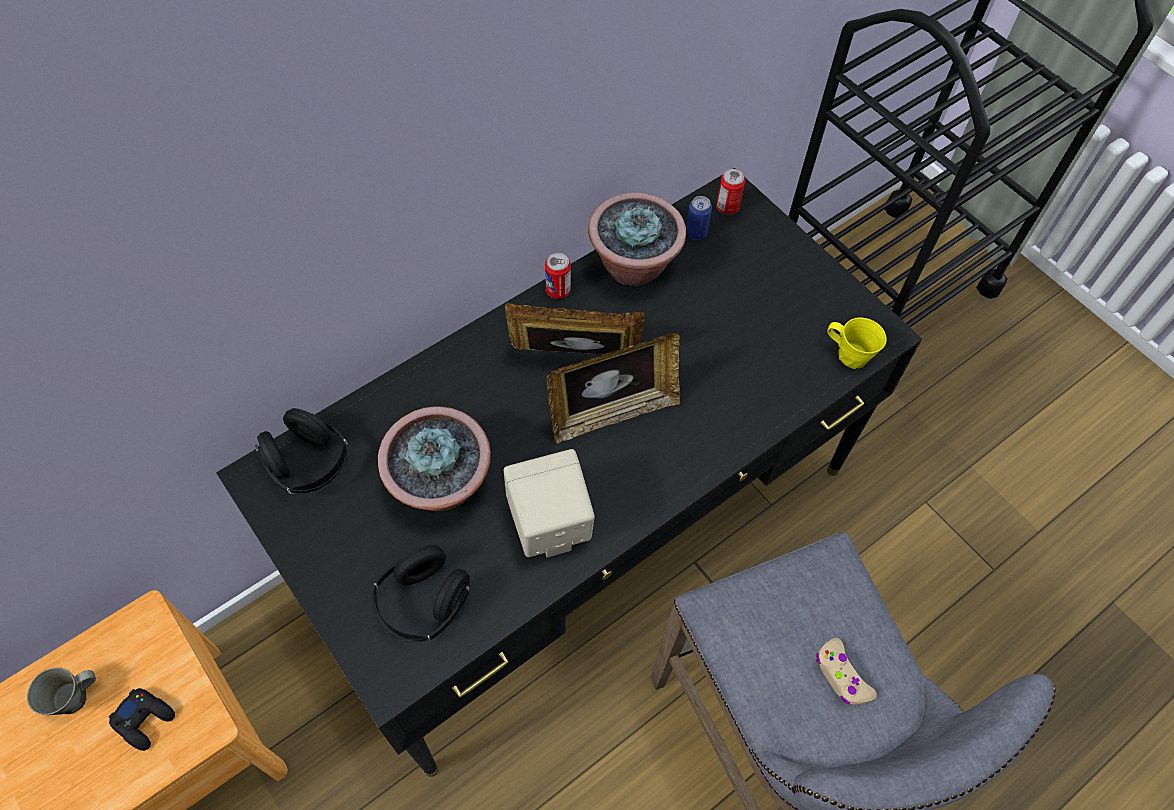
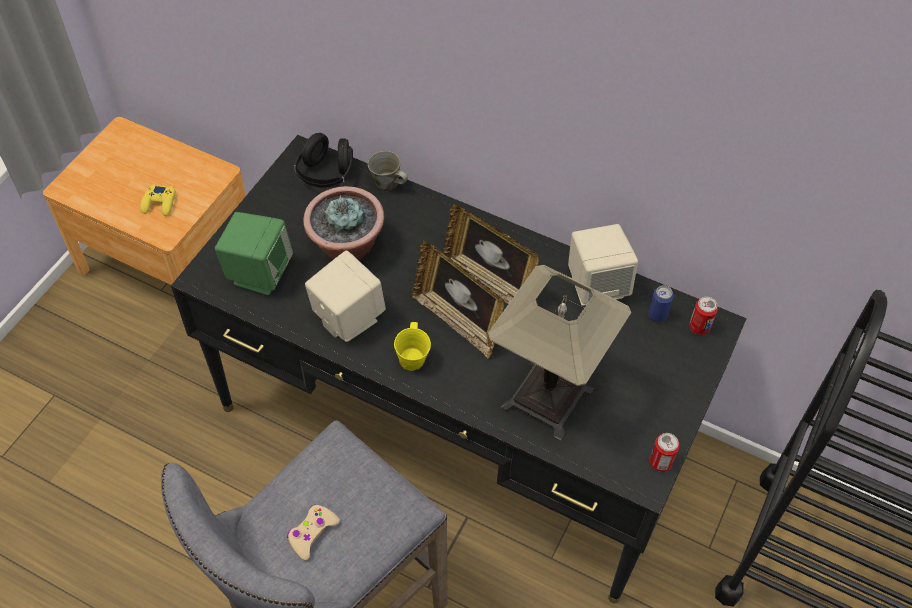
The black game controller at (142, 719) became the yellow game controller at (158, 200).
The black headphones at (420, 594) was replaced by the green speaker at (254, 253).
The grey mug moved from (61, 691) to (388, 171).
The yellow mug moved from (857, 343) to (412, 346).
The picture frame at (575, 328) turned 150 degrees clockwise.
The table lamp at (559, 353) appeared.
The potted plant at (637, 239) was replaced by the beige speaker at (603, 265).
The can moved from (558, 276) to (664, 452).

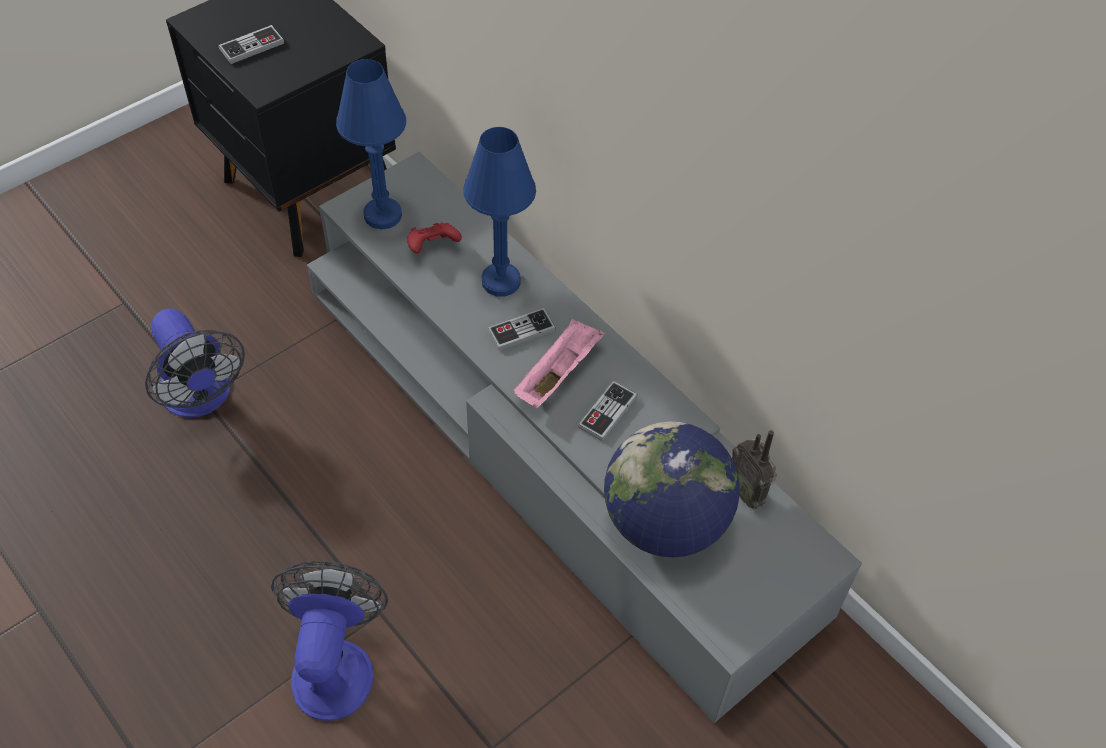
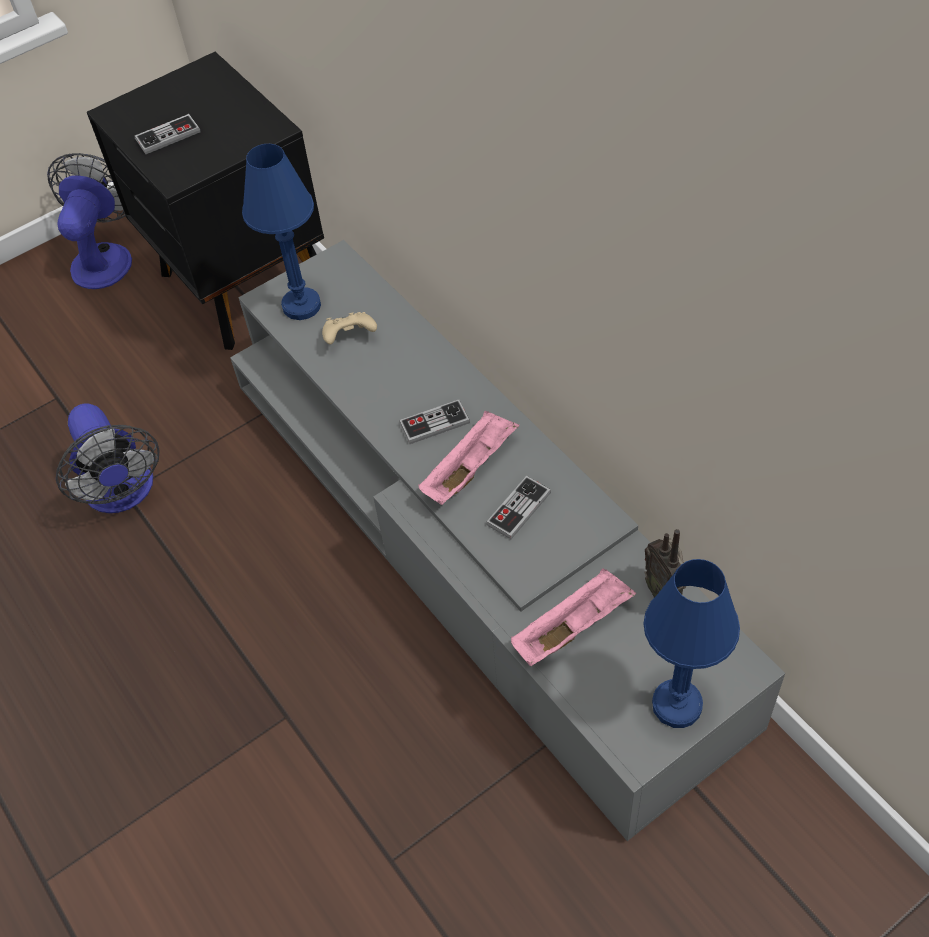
The fan moved from (329, 641) to (89, 221).
The red game controller at (434, 238) became the beige game controller at (349, 328).
The globe at (672, 489) was replaced by the pink tray at (573, 617).
The blue table lamp moved from (499, 212) to (691, 643).

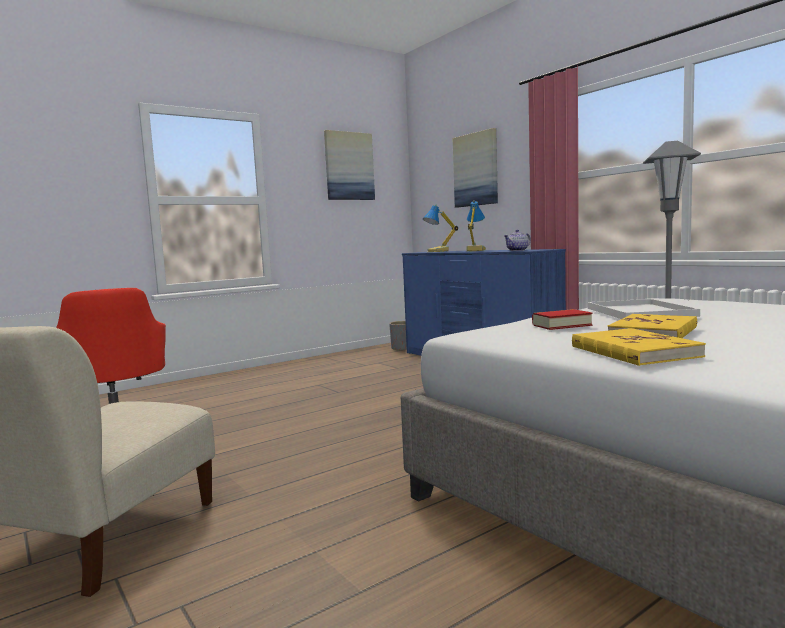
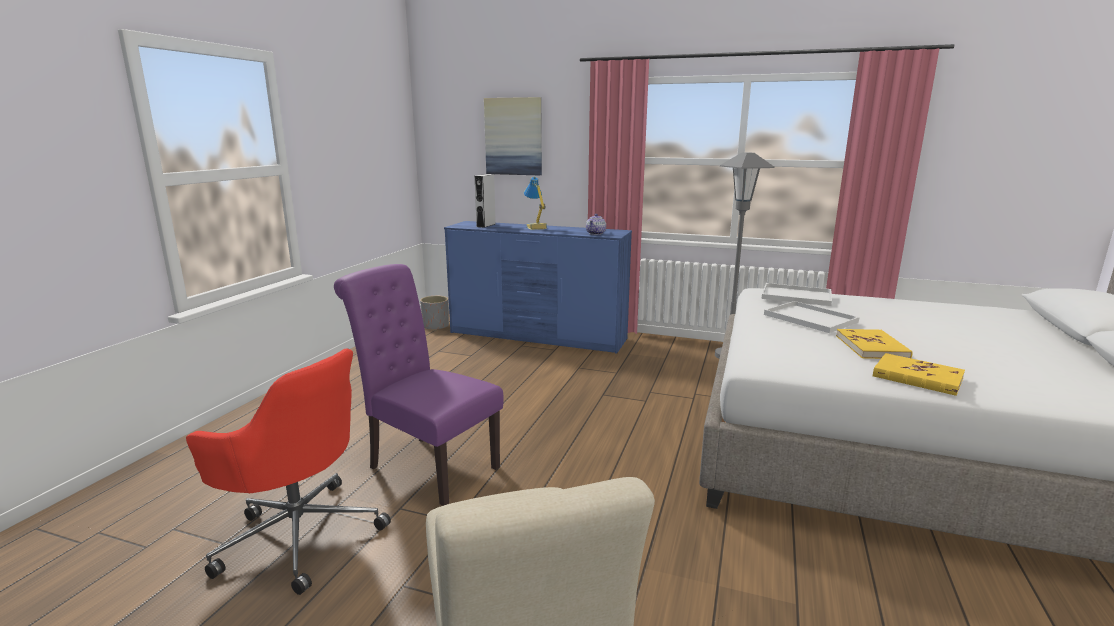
The purple chair at (419, 385) appeared.
The table lamp at (440, 228) was replaced by the grey speaker at (485, 201).
The white tray at (797, 294) appeared.
The picture at (349, 165) disappeared.
The book at (562, 319) disappeared.

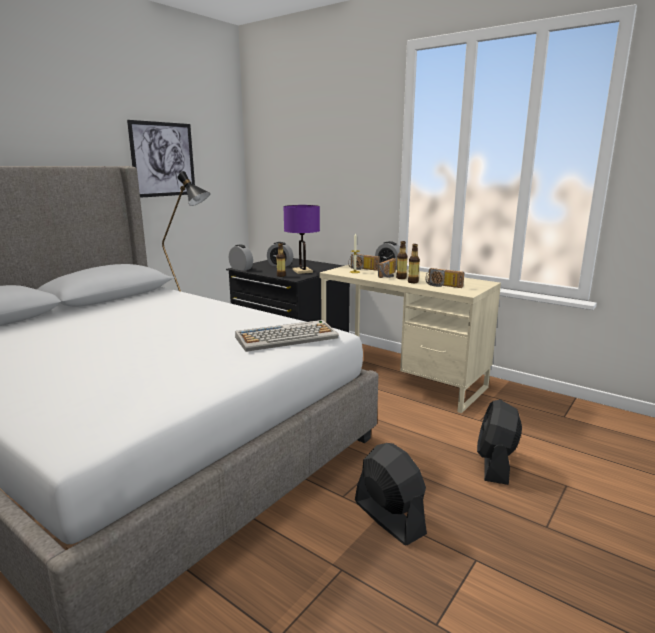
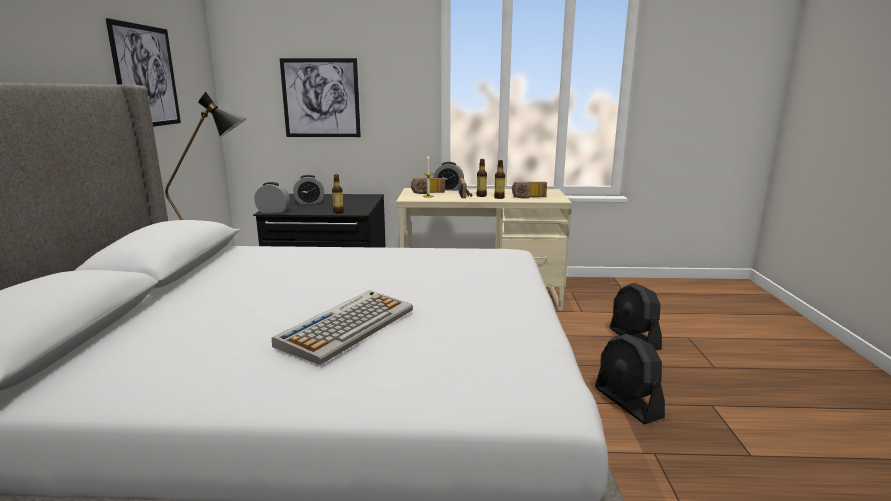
The keyboard moved from (287, 336) to (342, 327).
The picture at (320, 97) appeared.
The black fan at (391, 494) turned 135 degrees counterclockwise.
The purple table lamp at (301, 239) disappeared.

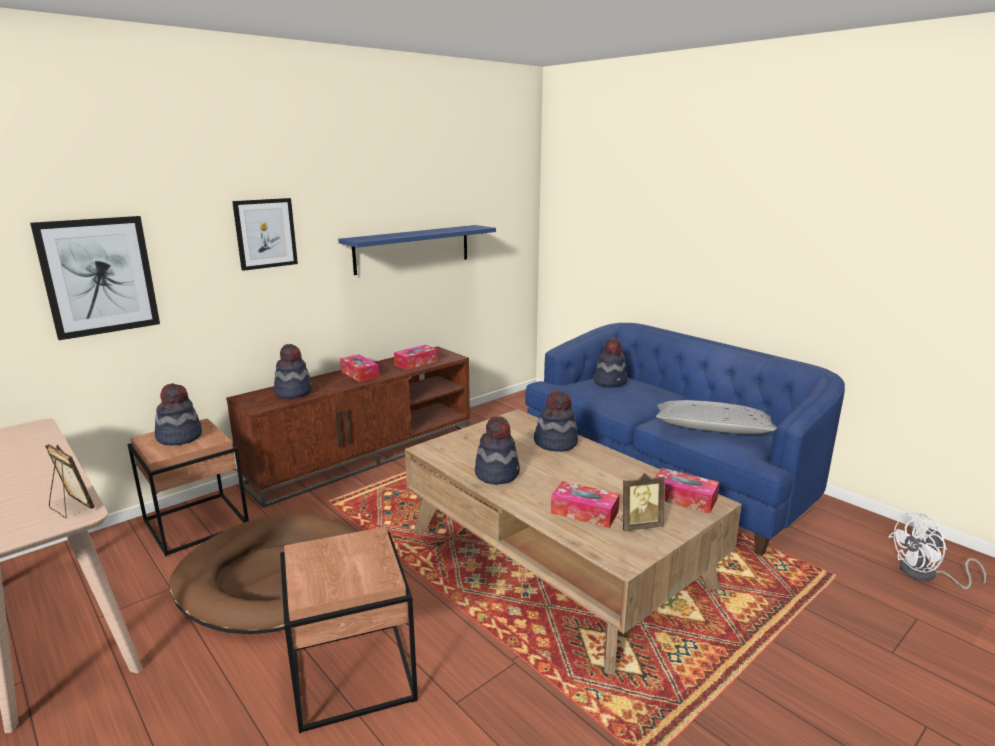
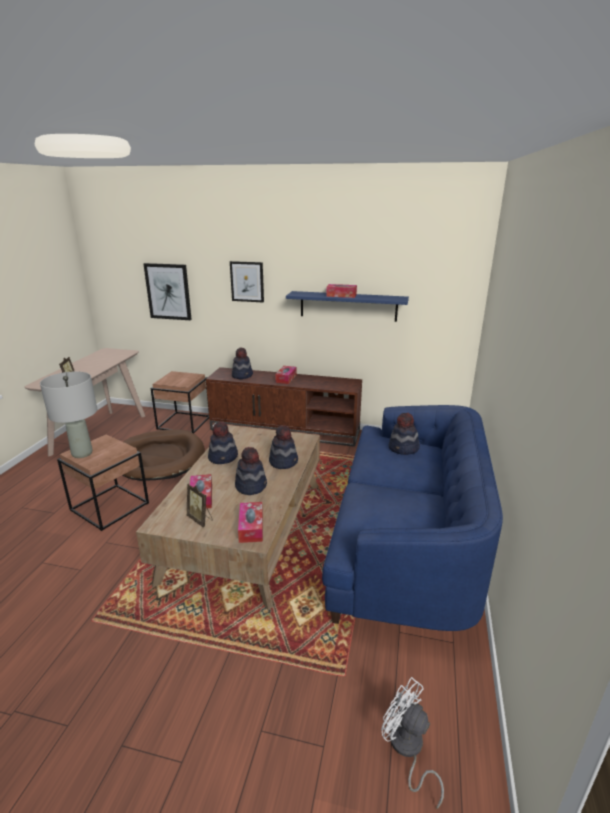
The grey table lamp at (68, 414) appeared.
The hat moved from (178, 414) to (251, 471).
The tissue box moved from (416, 357) to (341, 291).
The grey pillow at (716, 417) disappeared.

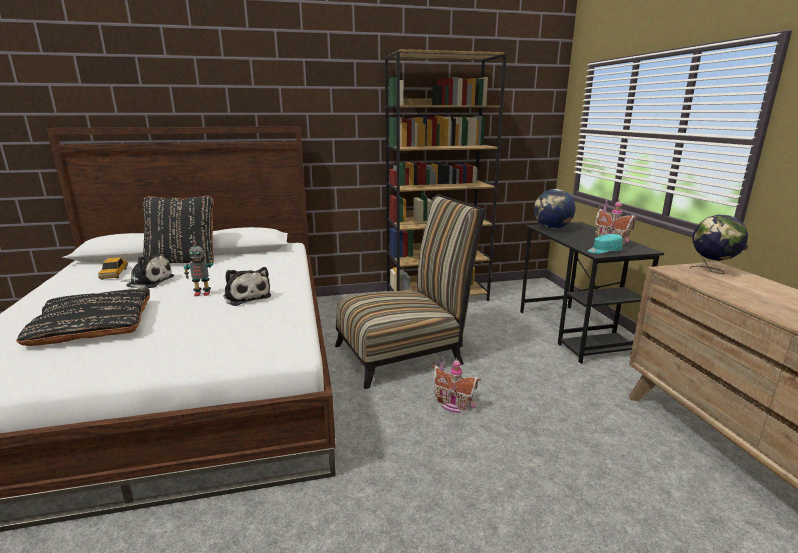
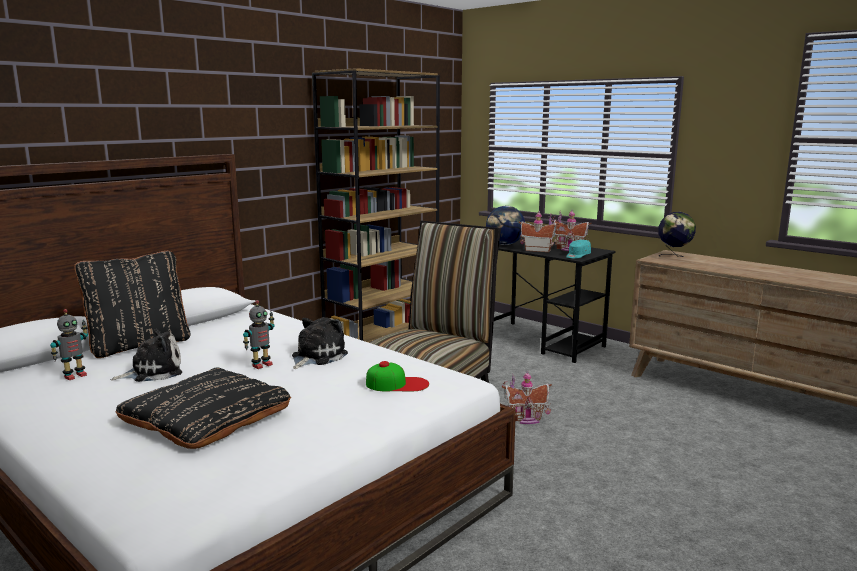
The toy car at (113, 268) was replaced by the toy robot at (69, 344).
The plush toy at (247, 286) turned 75 degrees counterclockwise.
The cap at (397, 376) appeared.
The toy house at (539, 232) appeared.

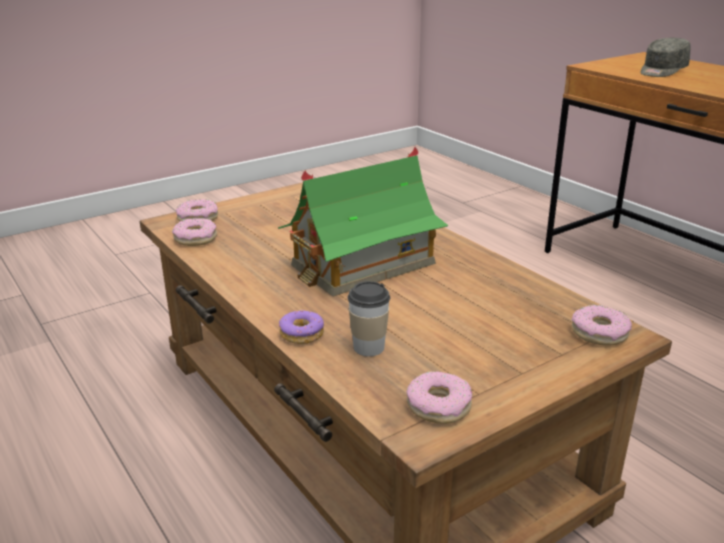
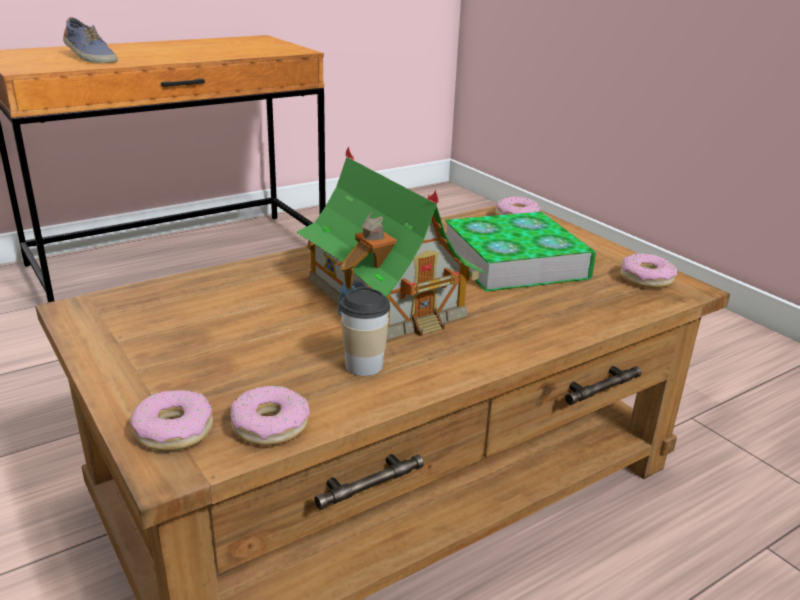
The grey cap at (665, 57) was replaced by the shoe at (90, 40).
The cup moved from (368, 318) to (365, 331).
The book at (520, 252) appeared.
The donut at (301, 327) disappeared.

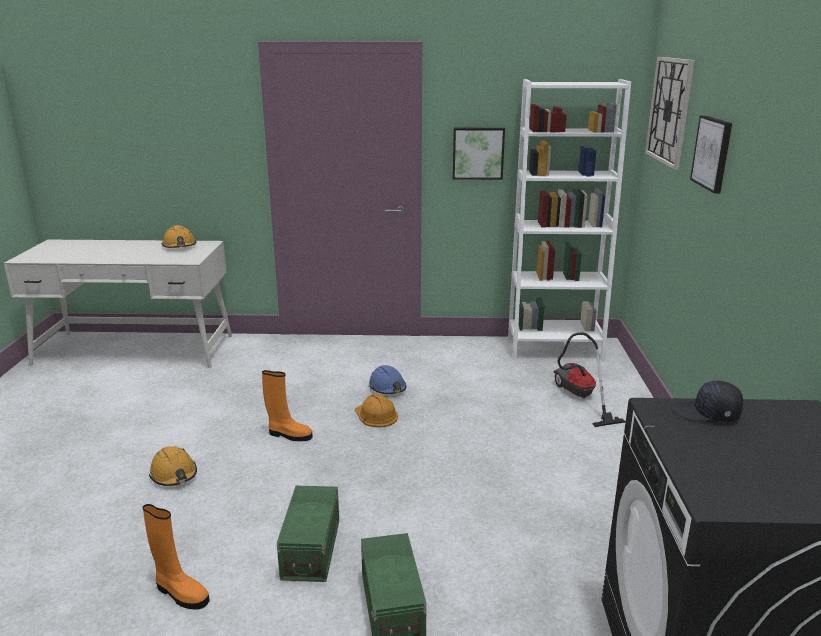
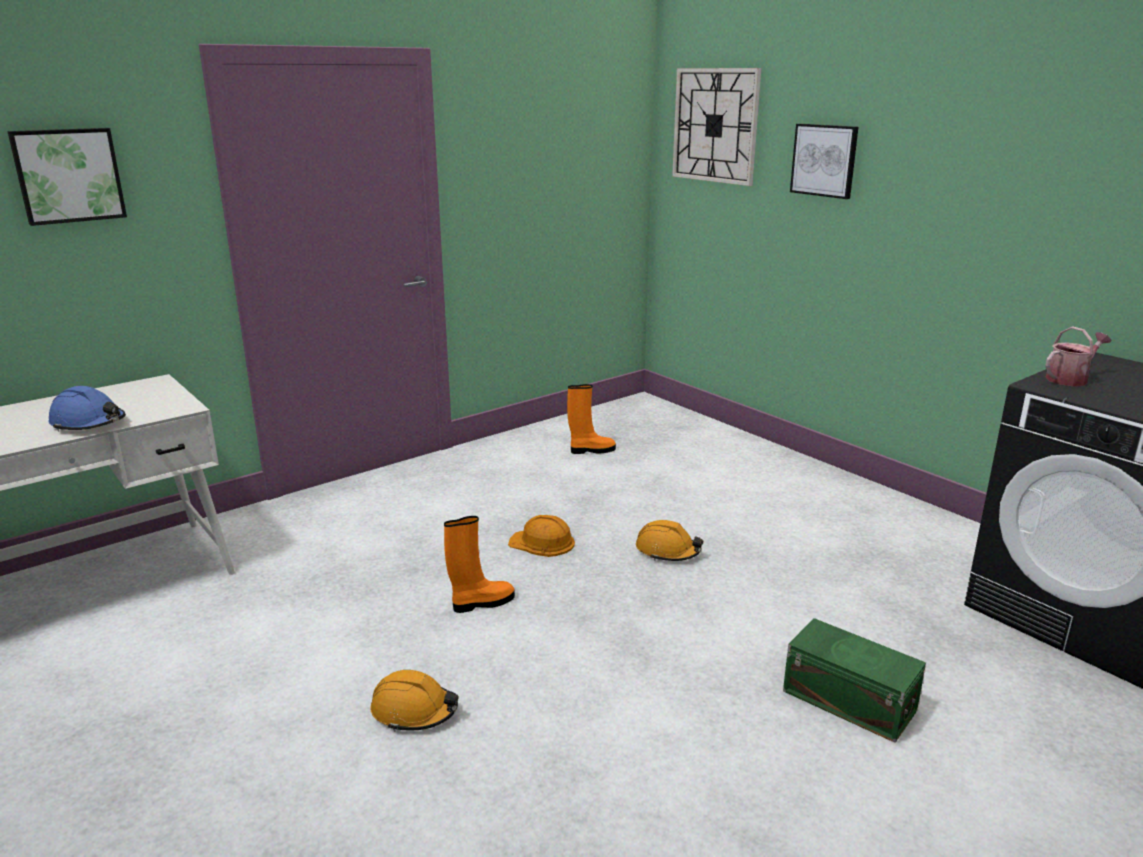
The picture moved from (479, 154) to (67, 177).
The blue hard hat moved from (387, 379) to (87, 408).
The orange boot moved from (176, 557) to (591, 419).
The orange hard hat moved from (178, 236) to (669, 540).
The black cap at (708, 401) was replaced by the watering can at (1078, 356).
The green storage box at (308, 534) disappeared.
The white bookcase at (569, 220) disappeared.
The vacuum cleaner at (590, 380) disappeared.

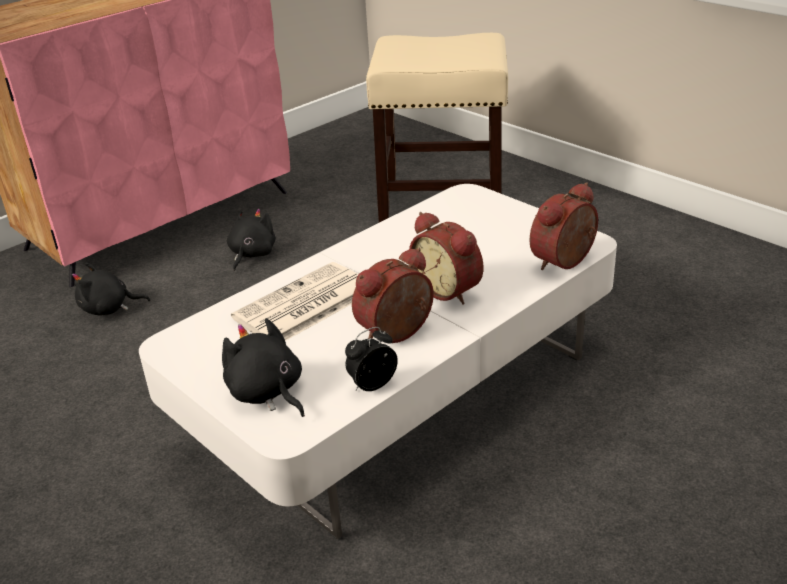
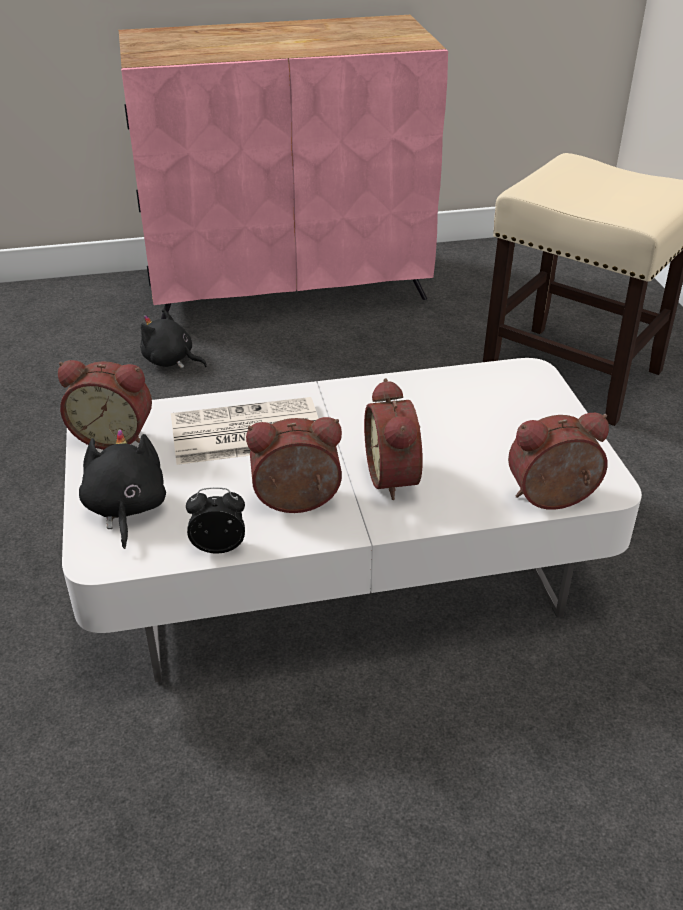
The alarm clock at (105, 405) appeared.
The black plush toy at (251, 240) disappeared.

